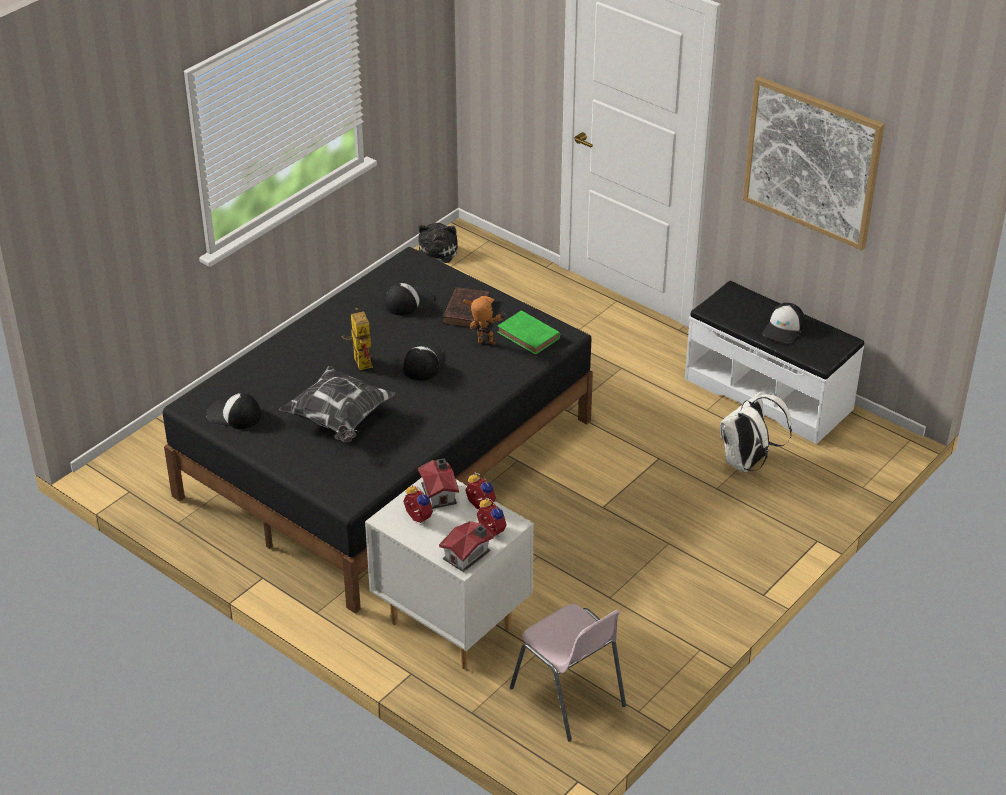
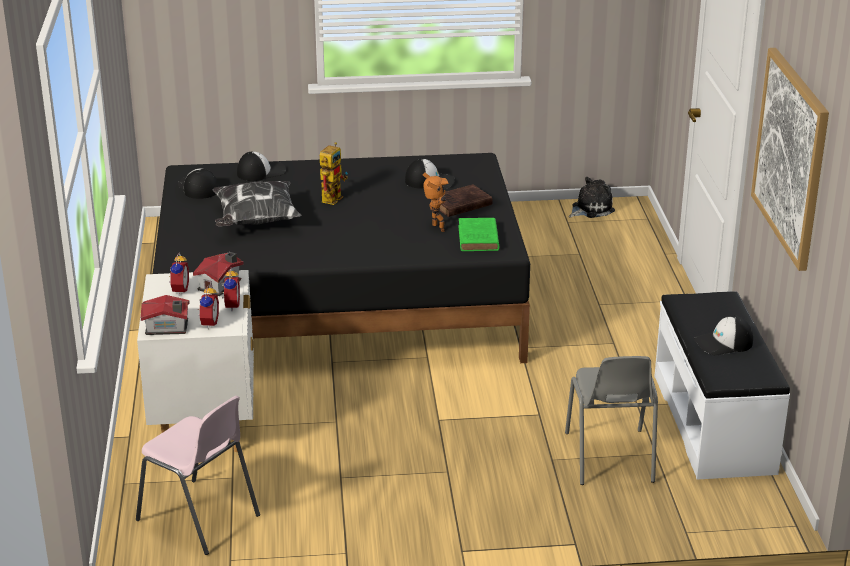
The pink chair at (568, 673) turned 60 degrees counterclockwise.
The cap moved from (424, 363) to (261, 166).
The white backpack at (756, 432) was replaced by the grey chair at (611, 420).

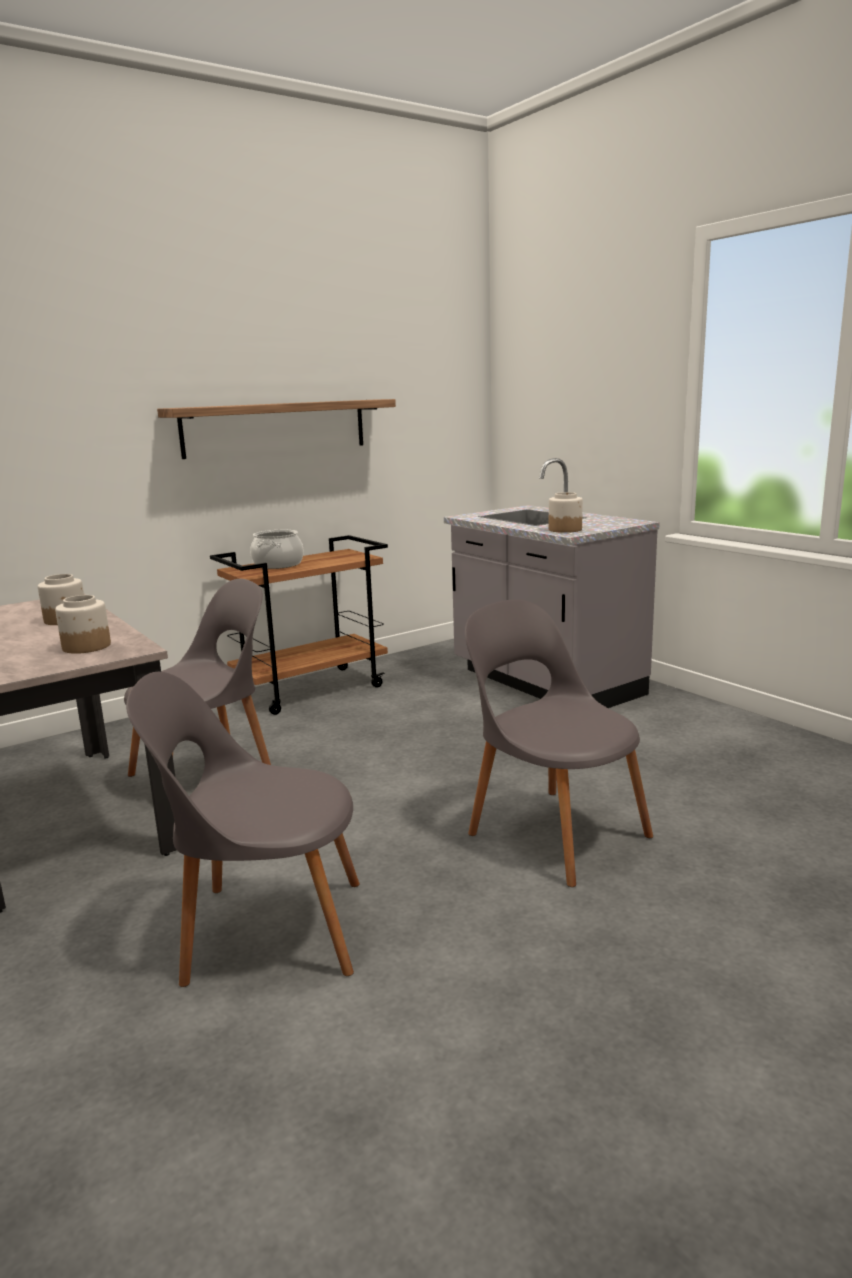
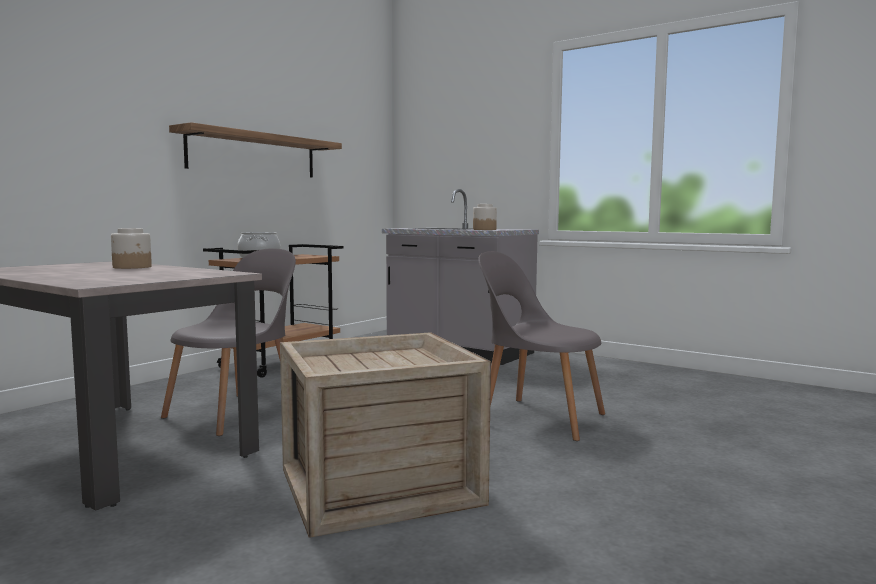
The grey chair at (243, 829) was replaced by the crate at (385, 435).
The jar at (83, 624) disappeared.

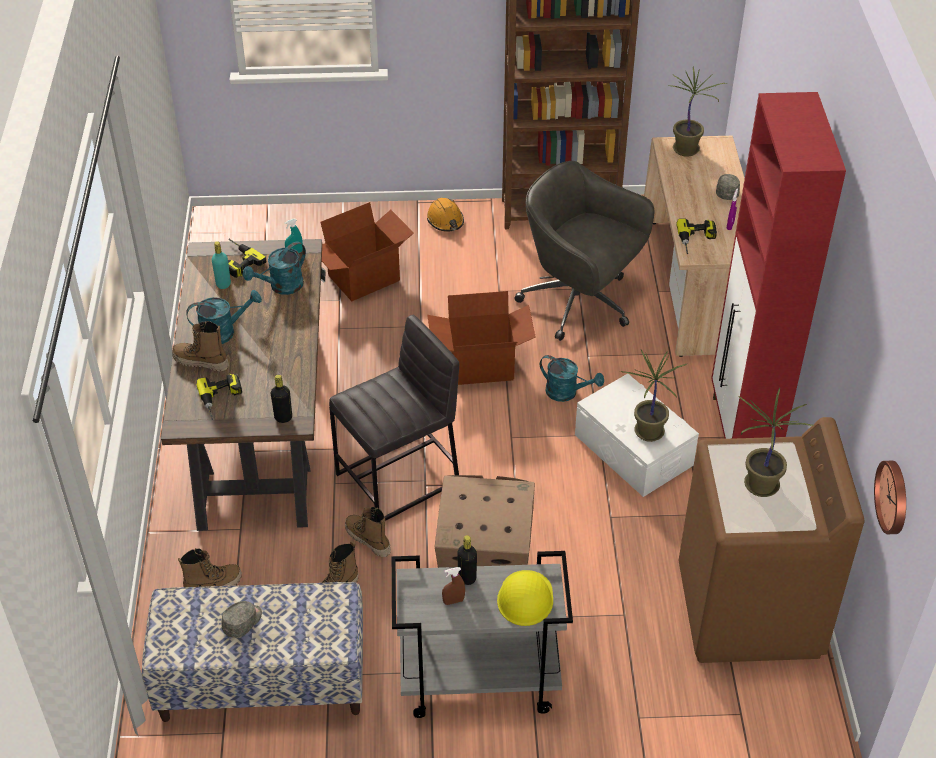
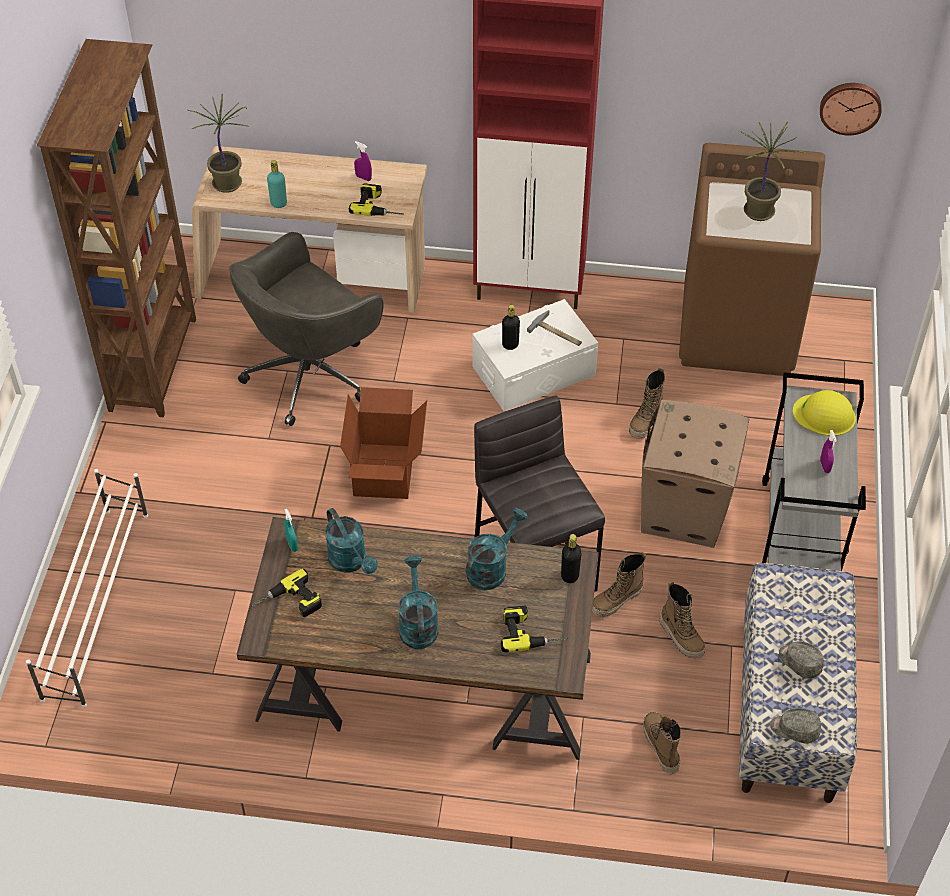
The white shoe rack at (87, 588) appeared.
The turquoise bottle moved from (221, 265) to (277, 184).
The turquoise watering can moved from (572, 378) to (497, 549).
The black bottle moved from (467, 560) to (511, 327).
The potted plant at (654, 396) was replaced by the hammer at (554, 328).
The boot moved from (200, 346) to (647, 403).
The grey cap moved from (728, 187) to (795, 725).
The brown spray bottle at (453, 586) became the purple spray bottle at (828, 451).
The cardboard box at (367, 251) disappeared.
The orange hard hat at (445, 215) disappeared.

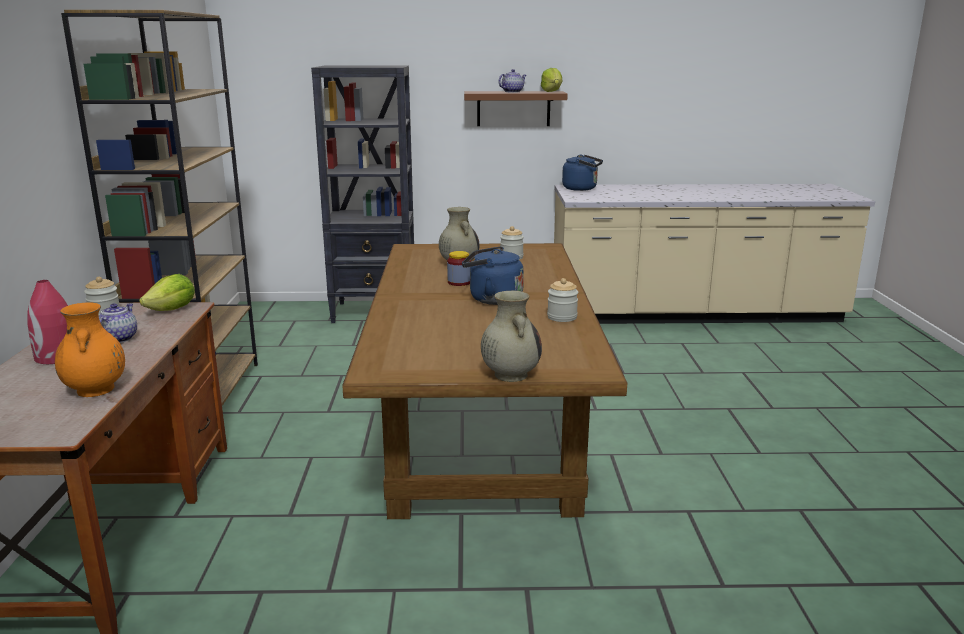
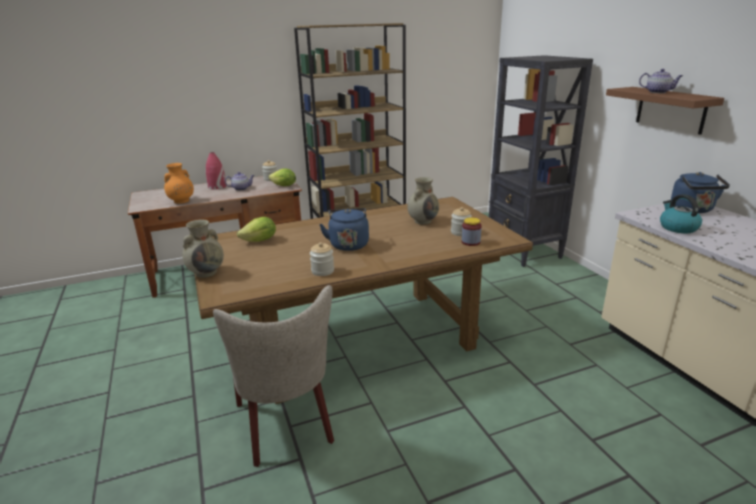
The beige chair at (273, 376) appeared.
The lettuce moved from (552, 80) to (256, 229).
The jar moved from (459, 268) to (471, 231).
The kettle at (681, 213) appeared.

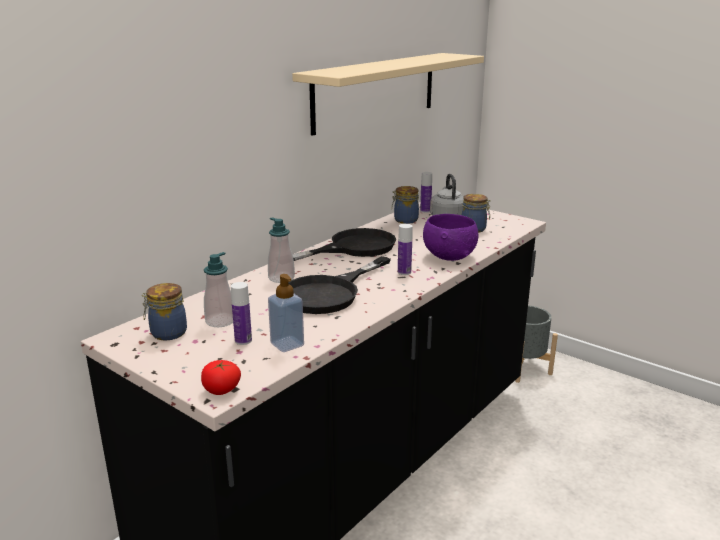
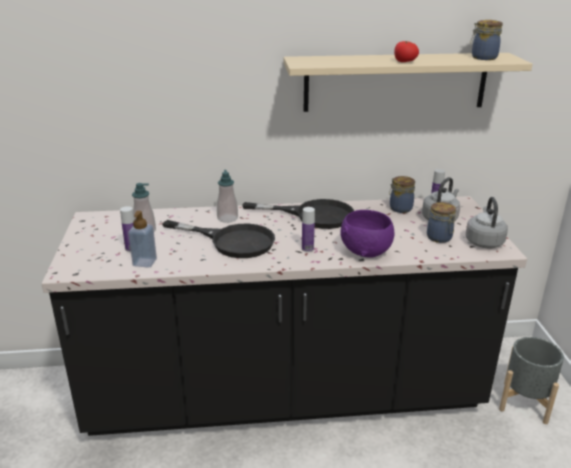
The black frying pan at (340, 285) turned 150 degrees counterclockwise.
The tomato moved from (221, 377) to (406, 51).
The grey kettle at (487, 222) appeared.
The jar moved from (164, 311) to (486, 40).

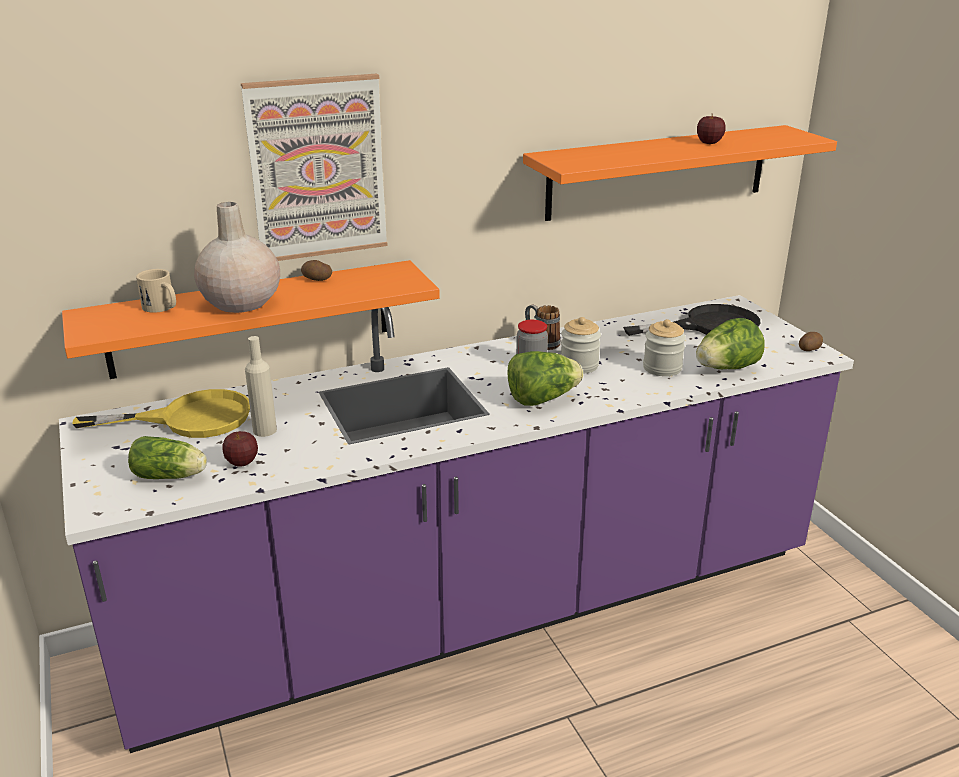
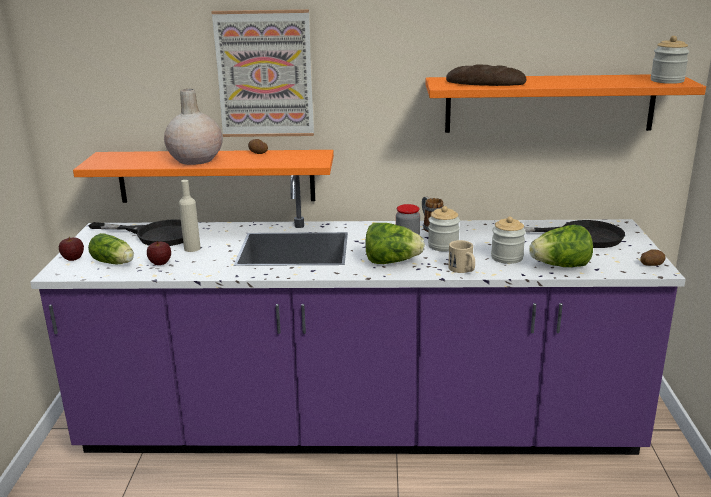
The apple moved from (711, 130) to (71, 249).
The yellow frying pan at (161, 413) became the black frying pan at (135, 232).
The bread at (486, 75) appeared.
The beige mug moved from (156, 291) to (461, 256).
The jar at (670, 60) appeared.

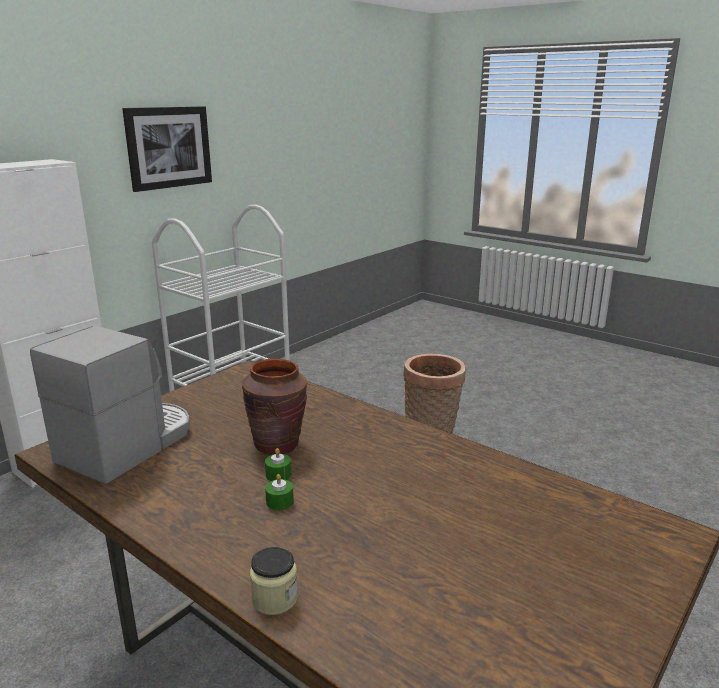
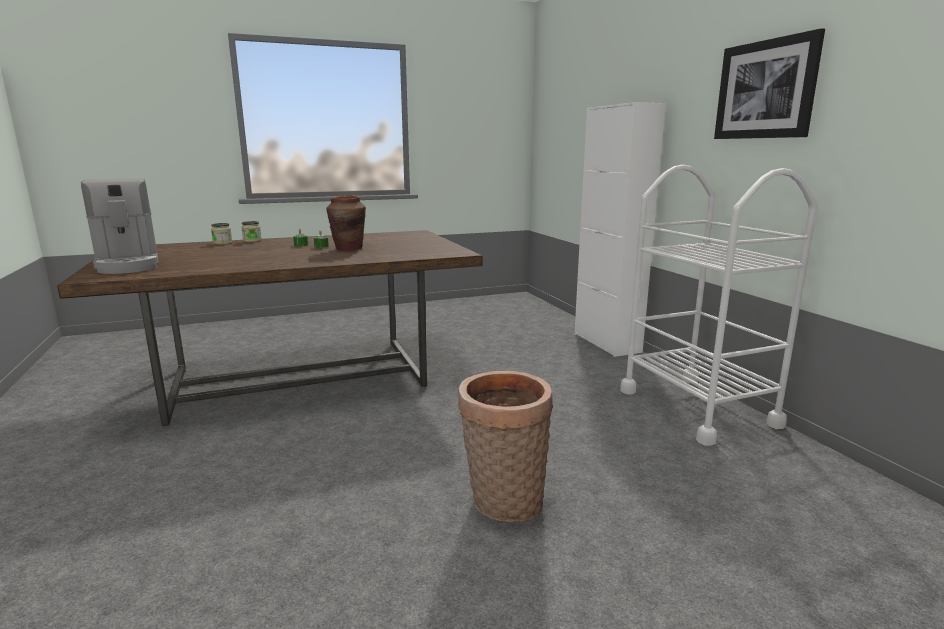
The coffee machine moved from (110, 405) to (120, 226).
The jar at (221, 233) appeared.

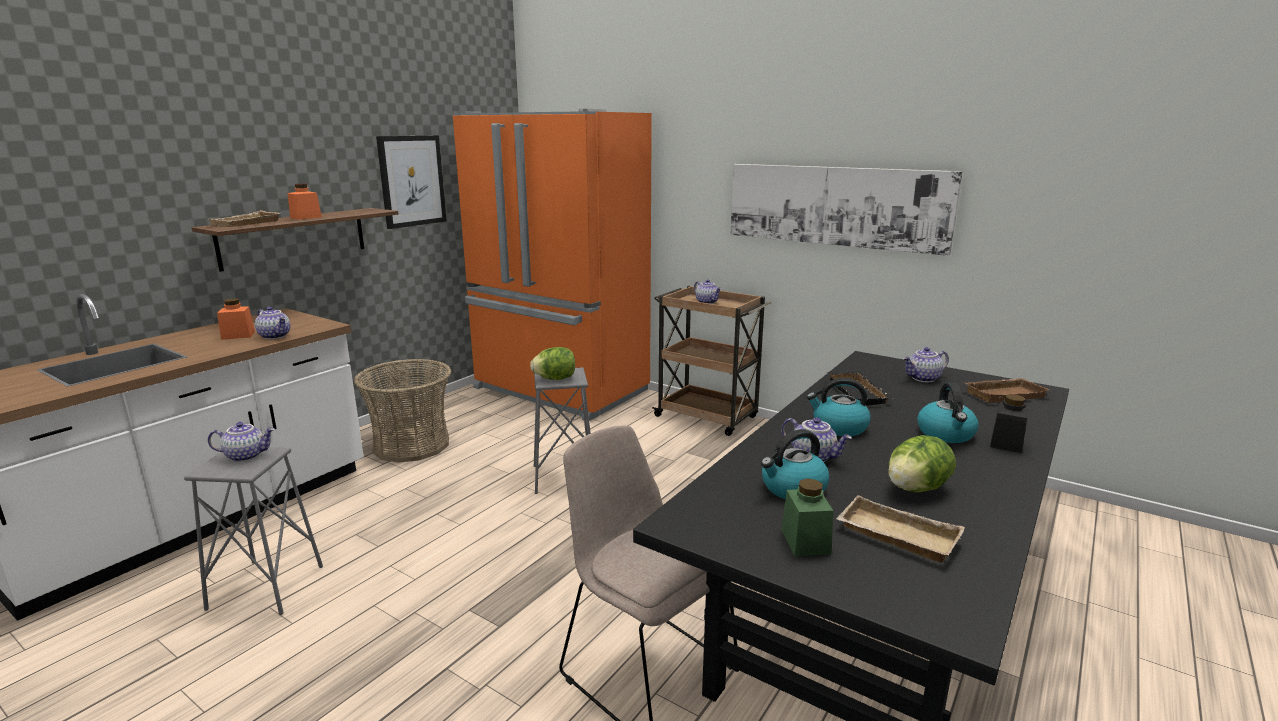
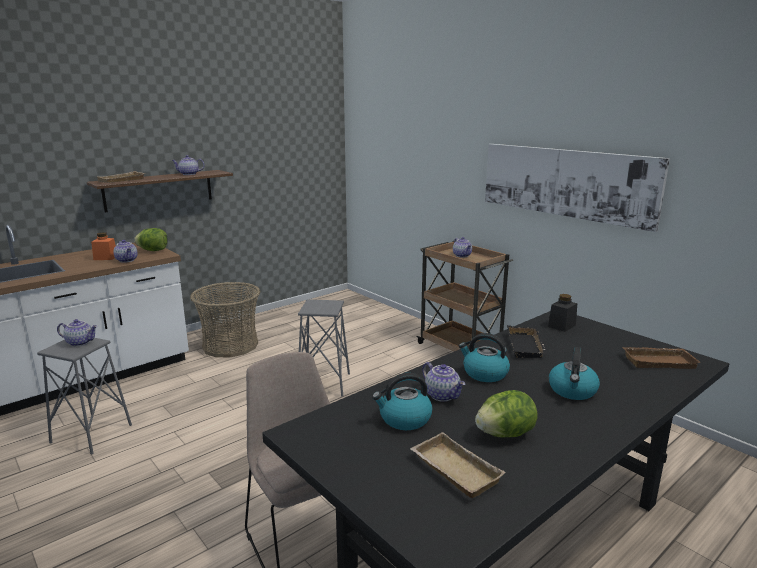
The lettuce moved from (552, 363) to (151, 239).
The teapot moved from (926, 364) to (188, 165).
The black jar moved from (1009, 423) to (562, 313).
The orange jar at (304, 202) disappeared.
The picture at (411, 182) disappeared.
The orange fridge at (552, 265) disappeared.
The green jar at (808, 517) disappeared.

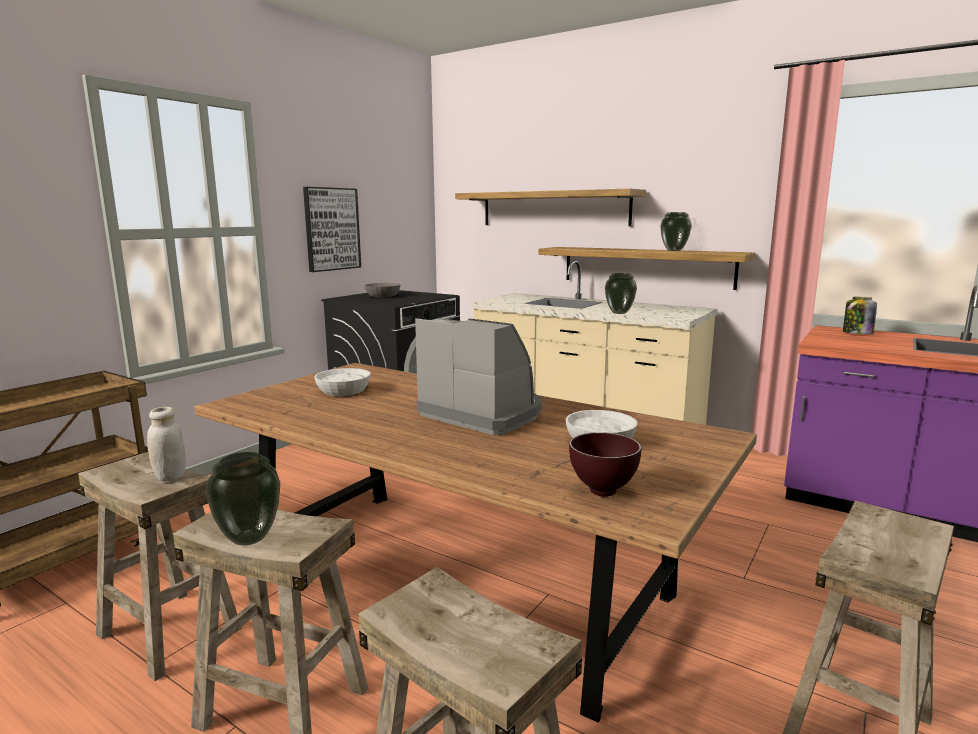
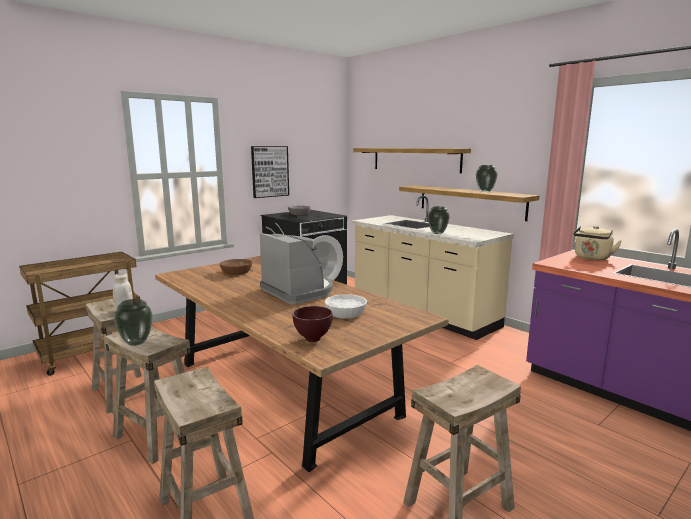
The white bowl at (342, 382) became the brown bowl at (236, 267).
The jar at (860, 315) was replaced by the beige kettle at (597, 243).

